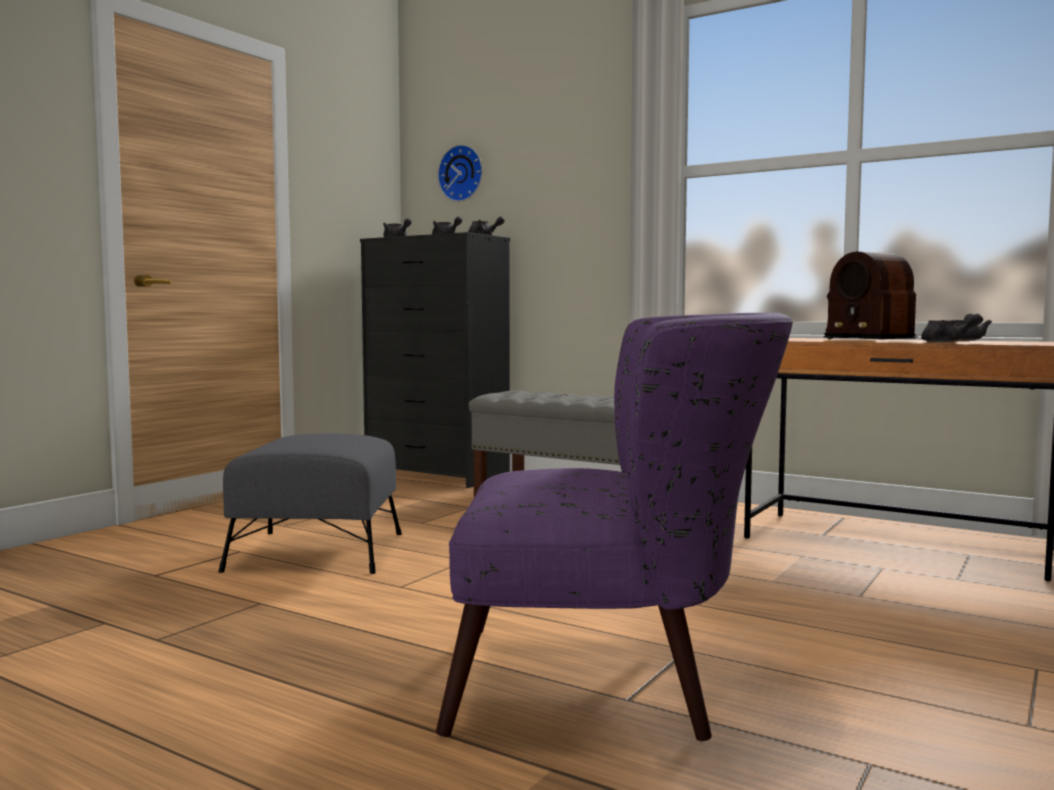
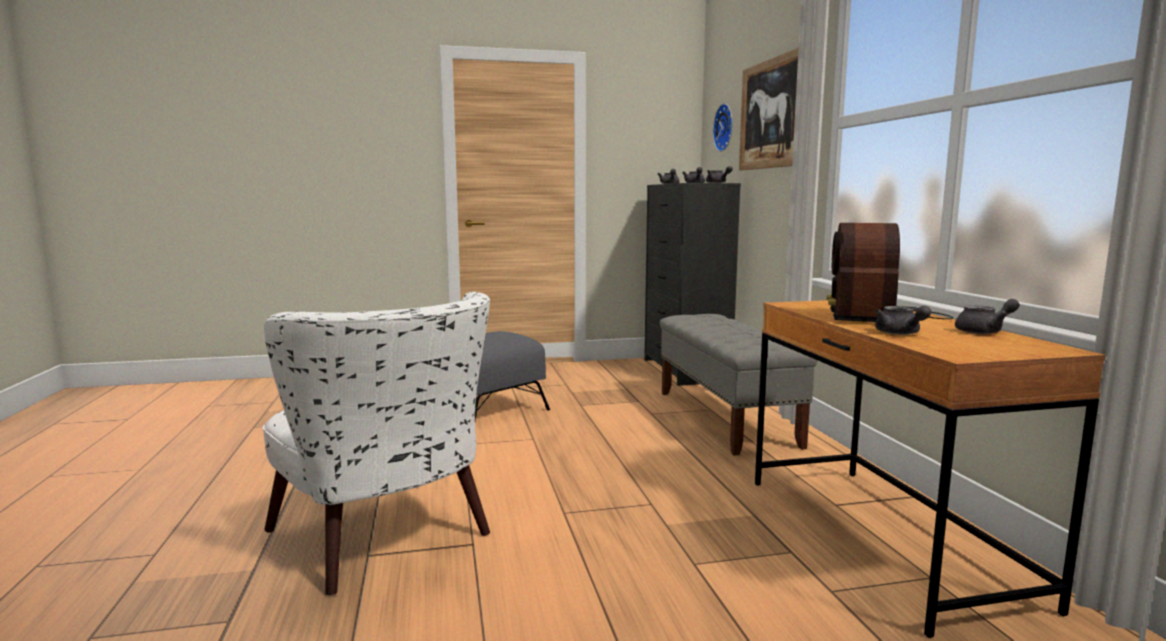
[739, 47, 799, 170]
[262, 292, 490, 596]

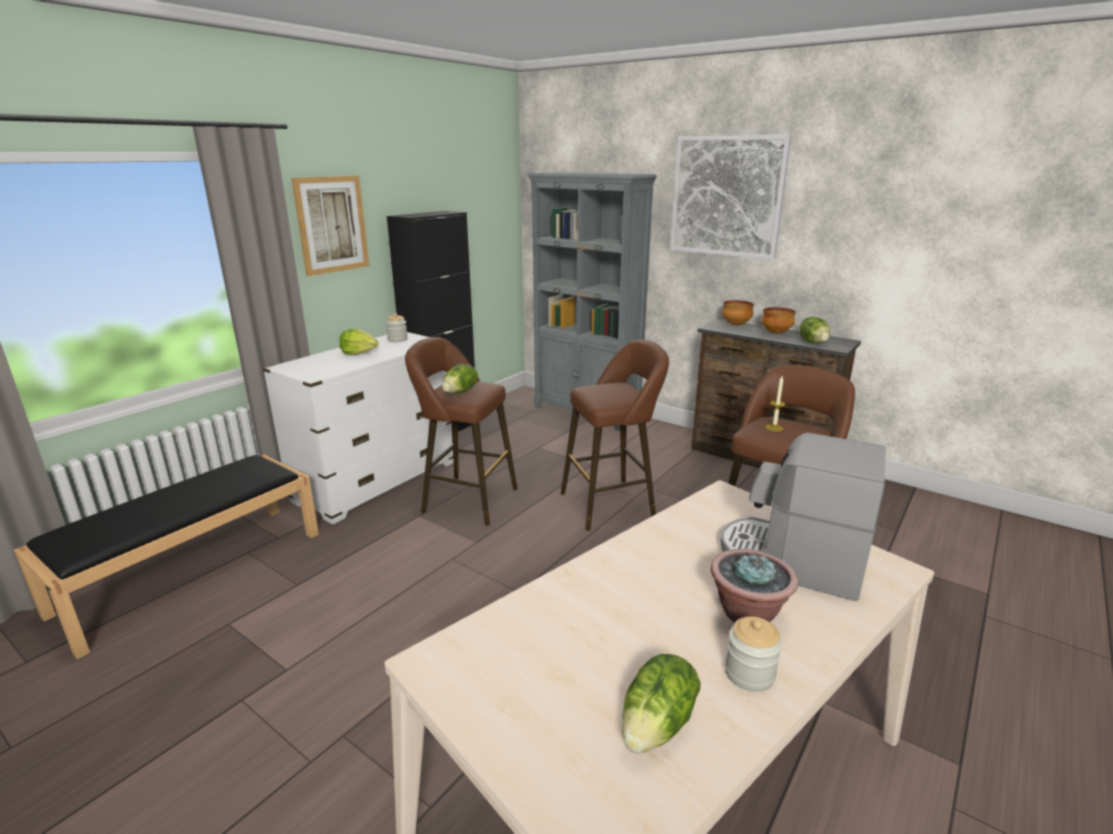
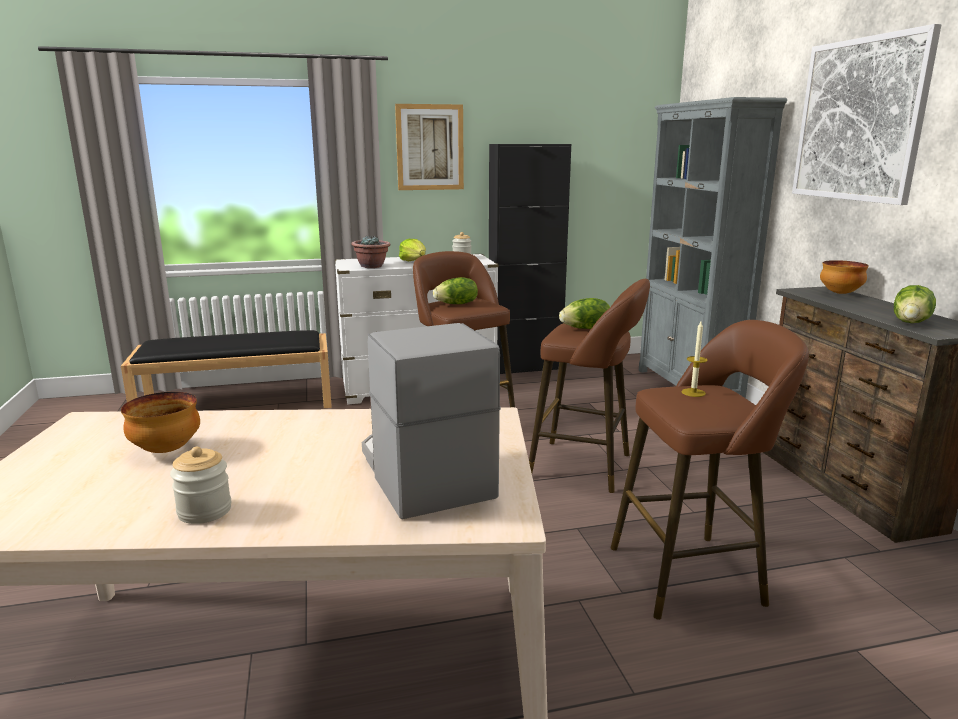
[559, 298, 610, 329]
[351, 235, 390, 268]
[121, 392, 200, 453]

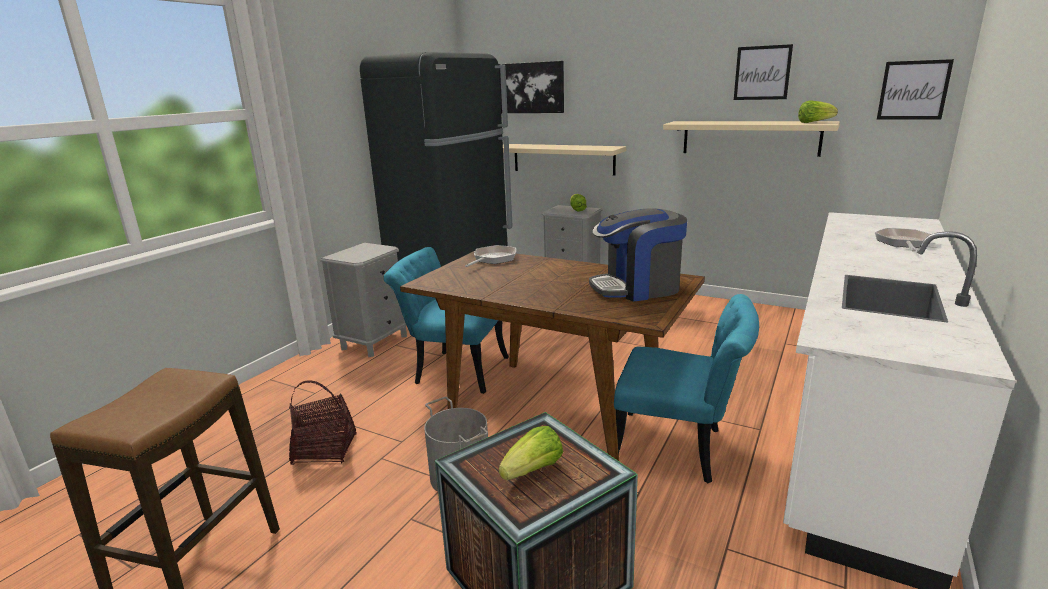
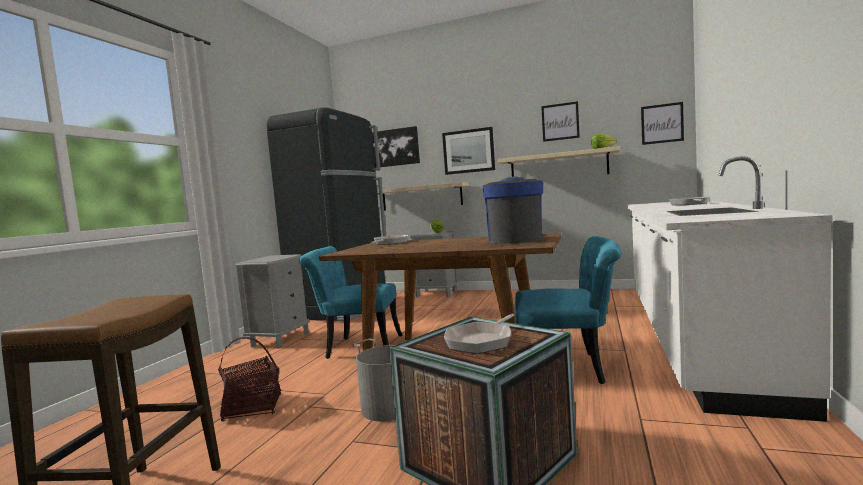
[442, 127, 495, 175]
[444, 314, 514, 354]
[483, 177, 543, 244]

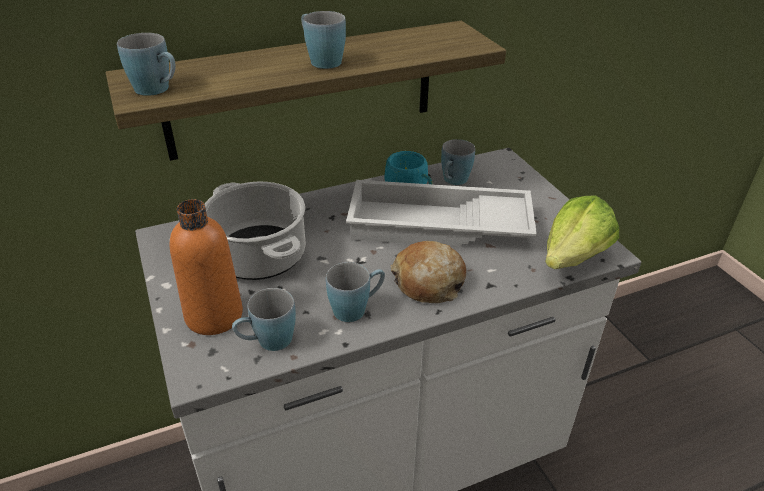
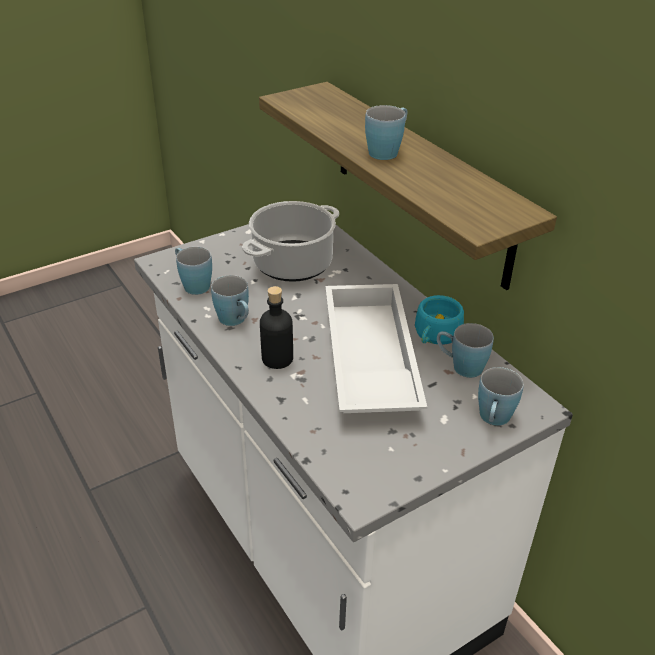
[170, 199, 243, 335] (first image)
[545, 196, 619, 269] (first image)
[478, 367, 524, 426]
[260, 286, 293, 369]

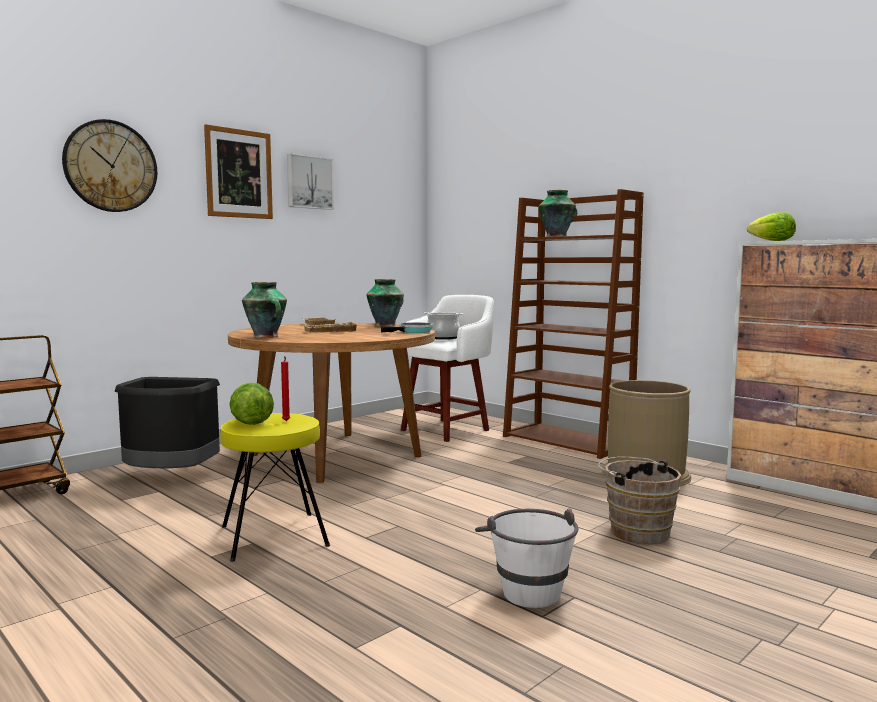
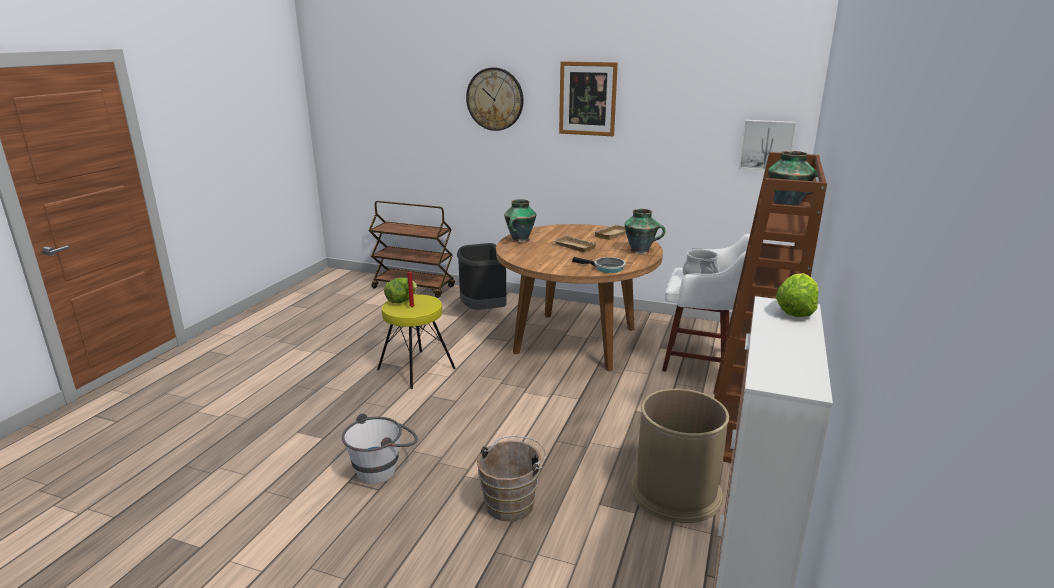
[739, 120, 796, 170]

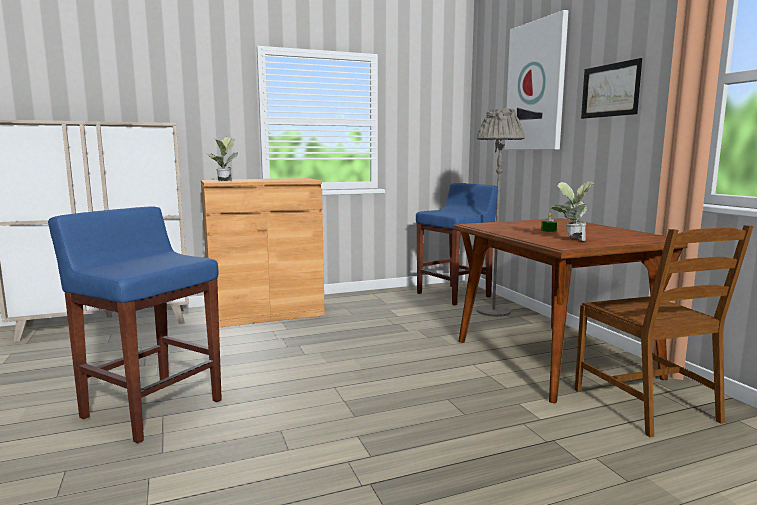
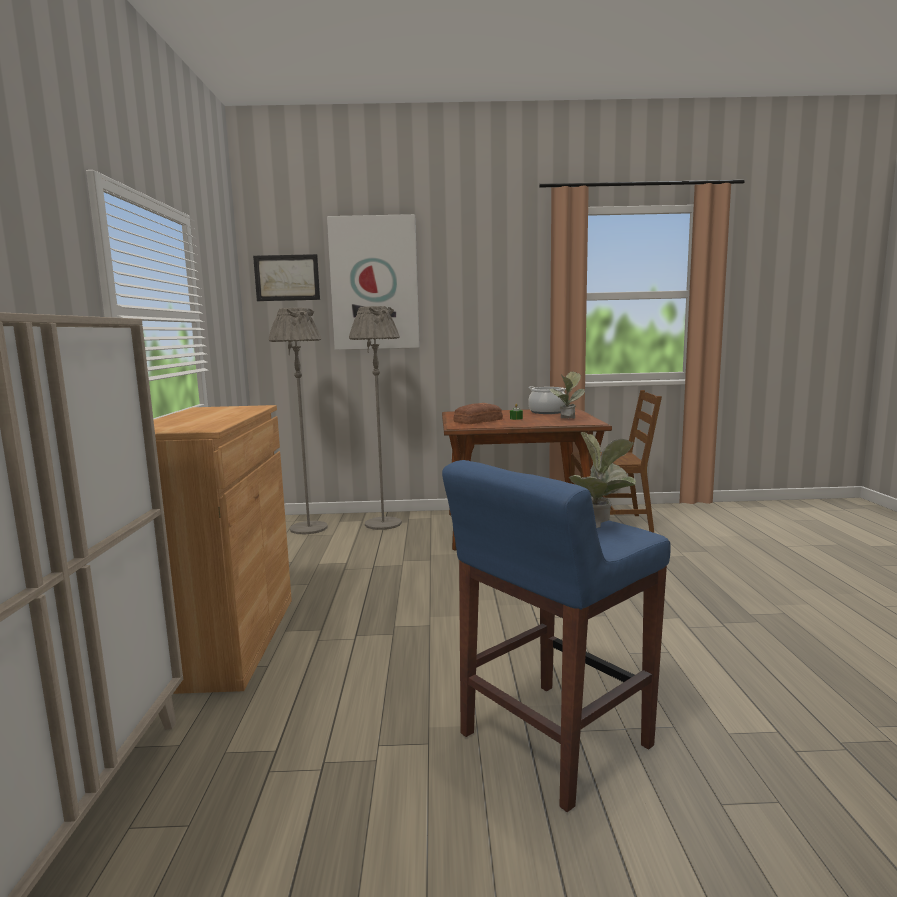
[453, 403, 503, 424]
[528, 386, 566, 414]
[569, 432, 636, 528]
[253, 254, 320, 301]
[269, 308, 328, 534]

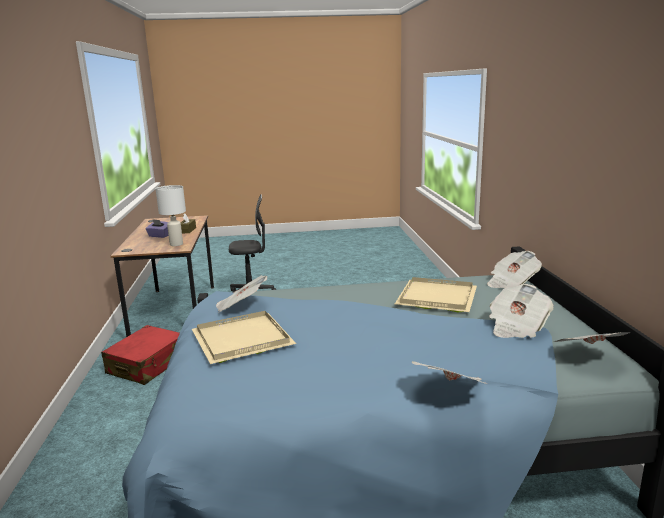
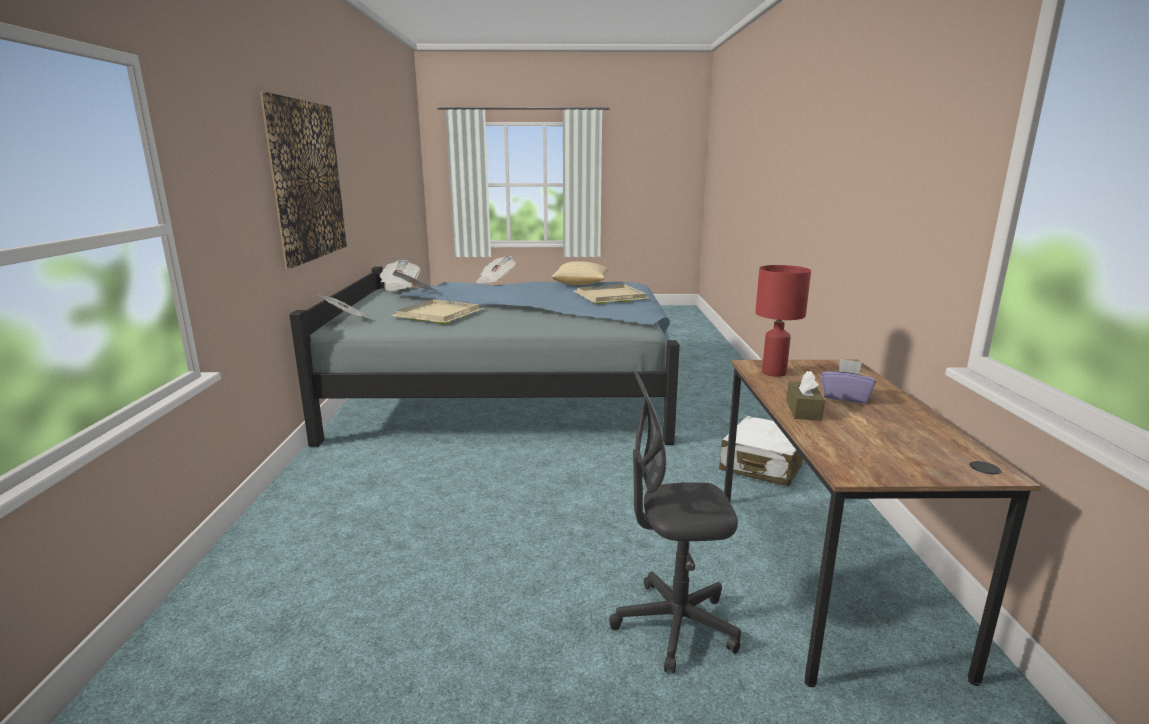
[216, 275, 267, 313] (first image)
[260, 92, 347, 268]
[552, 261, 609, 285]
[719, 416, 805, 487]
[755, 265, 811, 377]

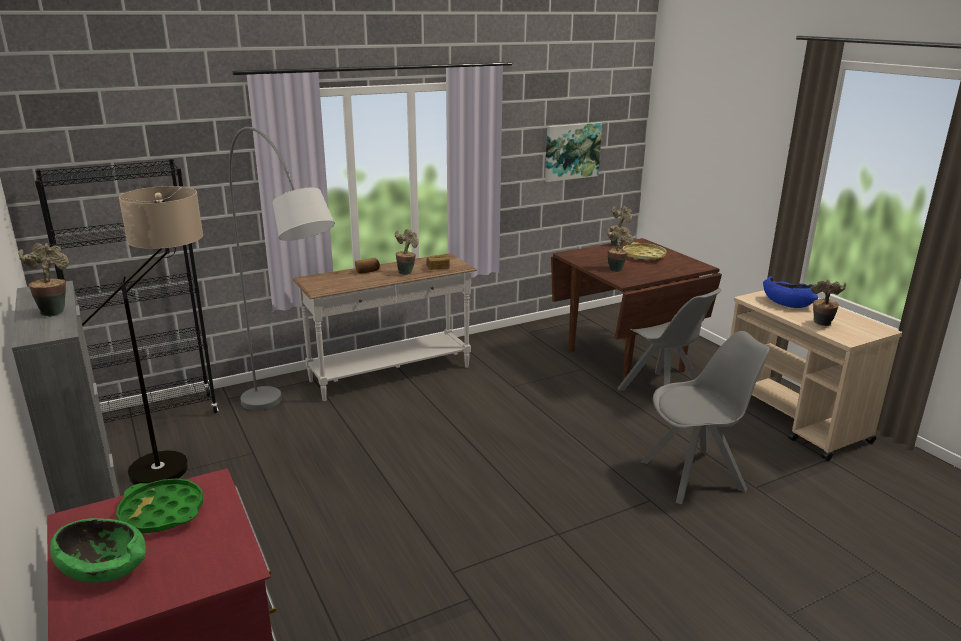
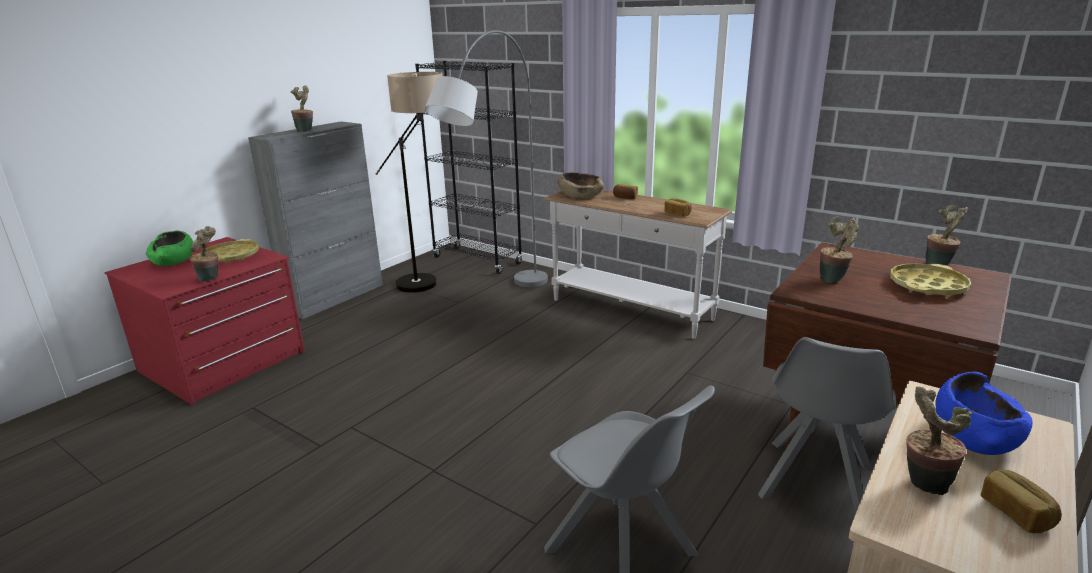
[545, 122, 602, 182] (first image)
[557, 172, 604, 198]
[981, 470, 1062, 533]
[190, 226, 218, 282]
[206, 239, 259, 263]

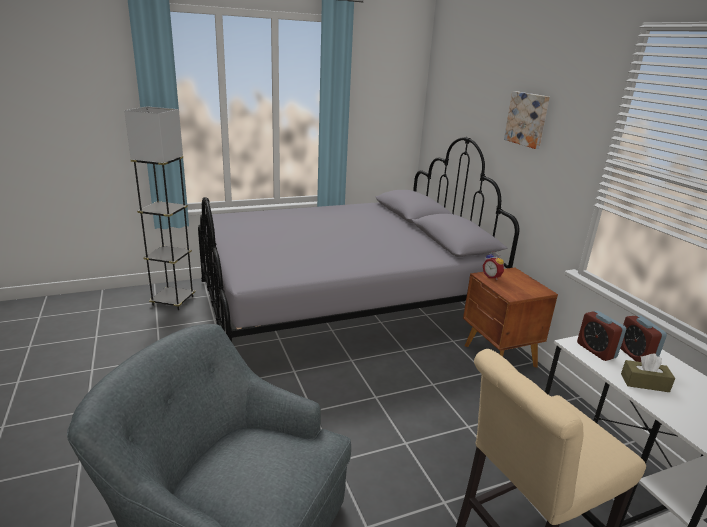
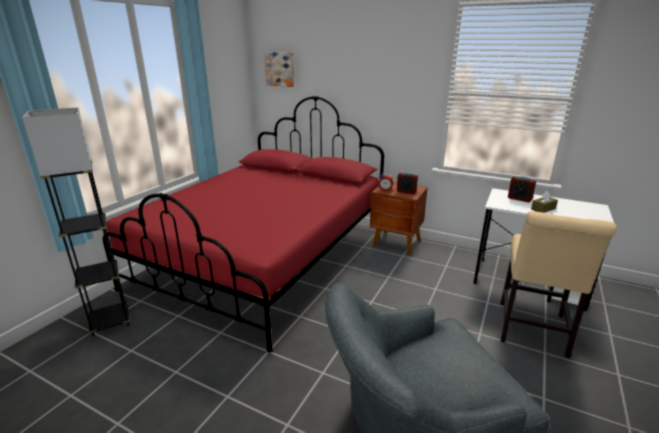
[264, 52, 294, 87]
[397, 172, 418, 194]
[103, 96, 384, 352]

